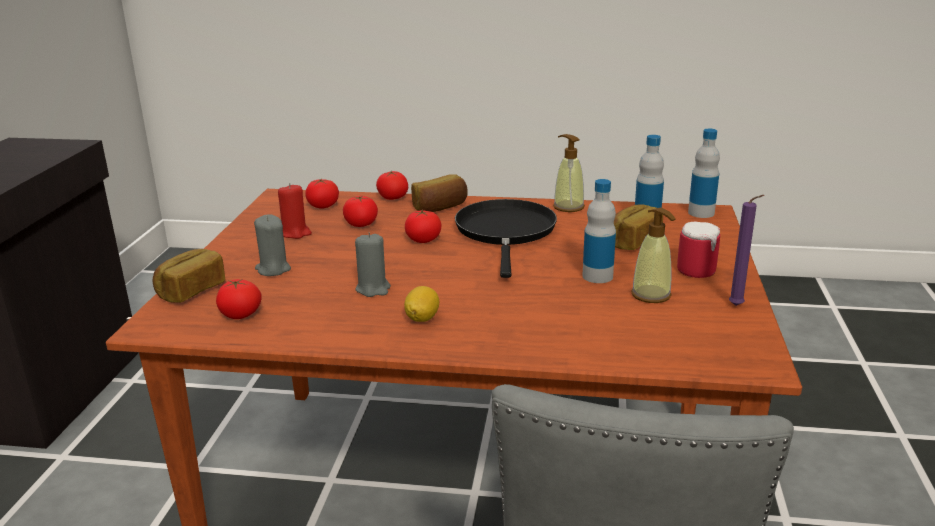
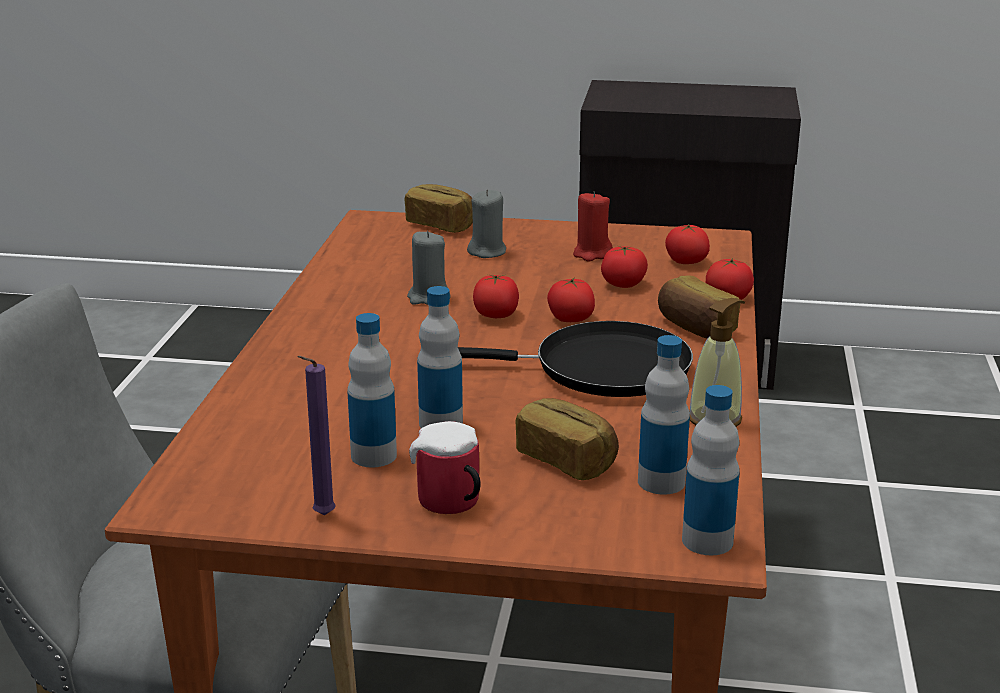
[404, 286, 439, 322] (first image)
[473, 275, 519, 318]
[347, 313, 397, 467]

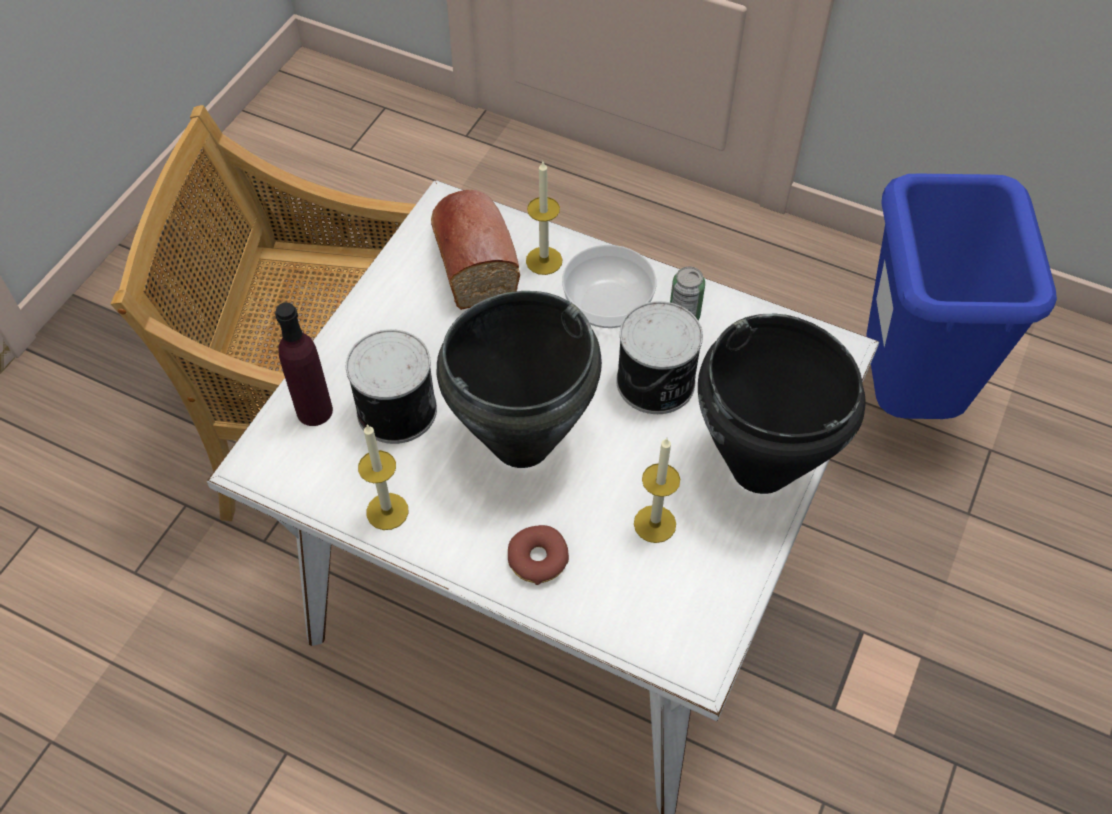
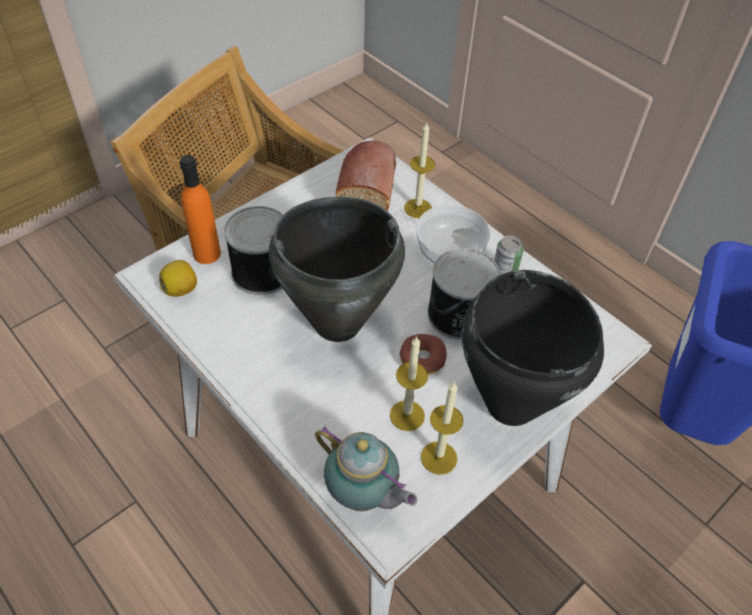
[159, 260, 197, 297]
[315, 426, 417, 511]
[421, 381, 464, 475]
[399, 334, 447, 375]
[180, 155, 221, 264]

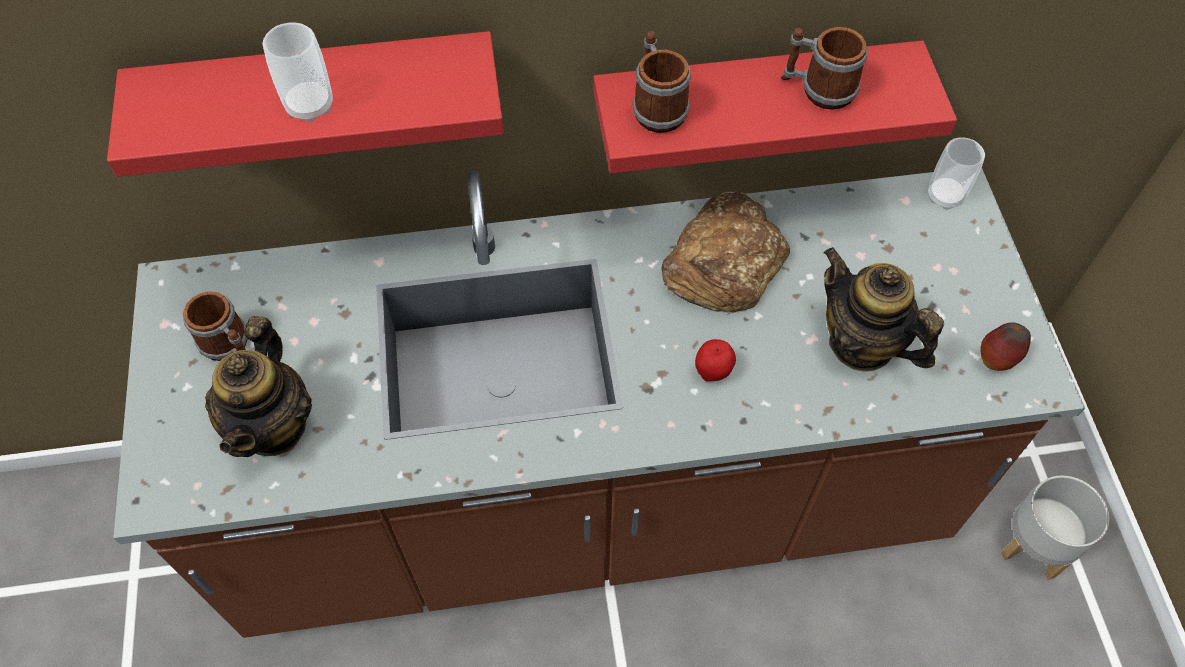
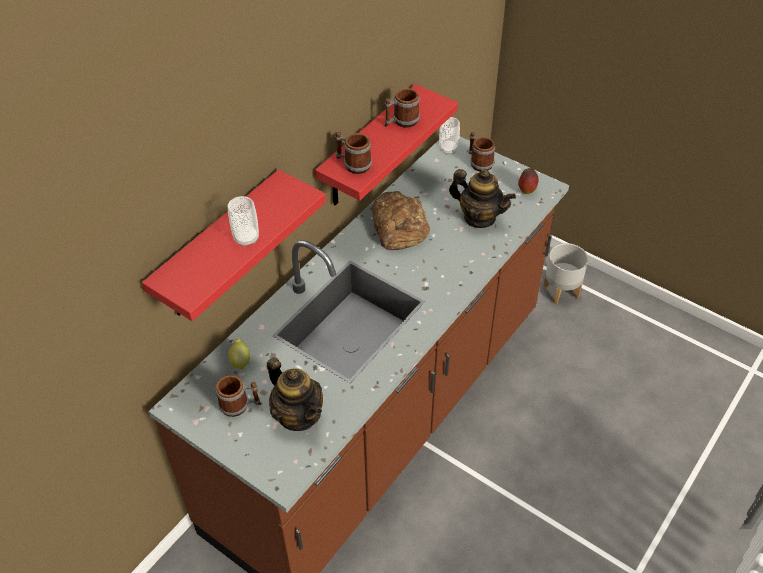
[695, 339, 736, 382] (first image)
[228, 339, 250, 370]
[468, 132, 495, 172]
[449, 169, 516, 228]

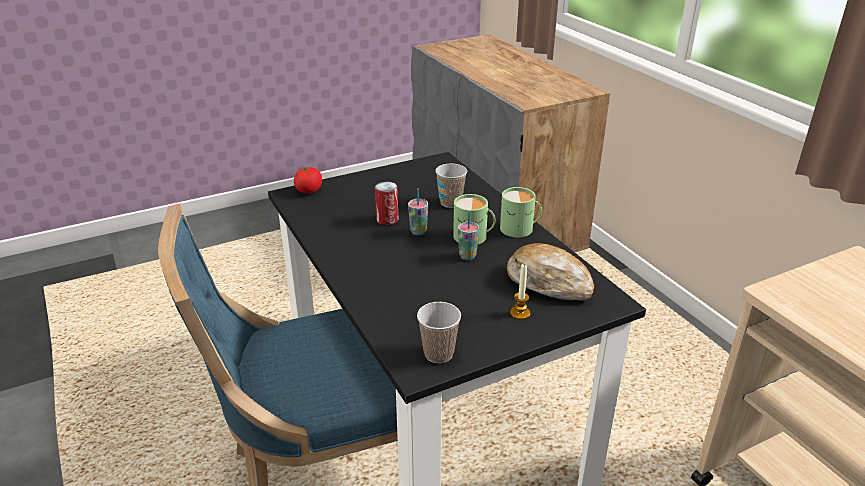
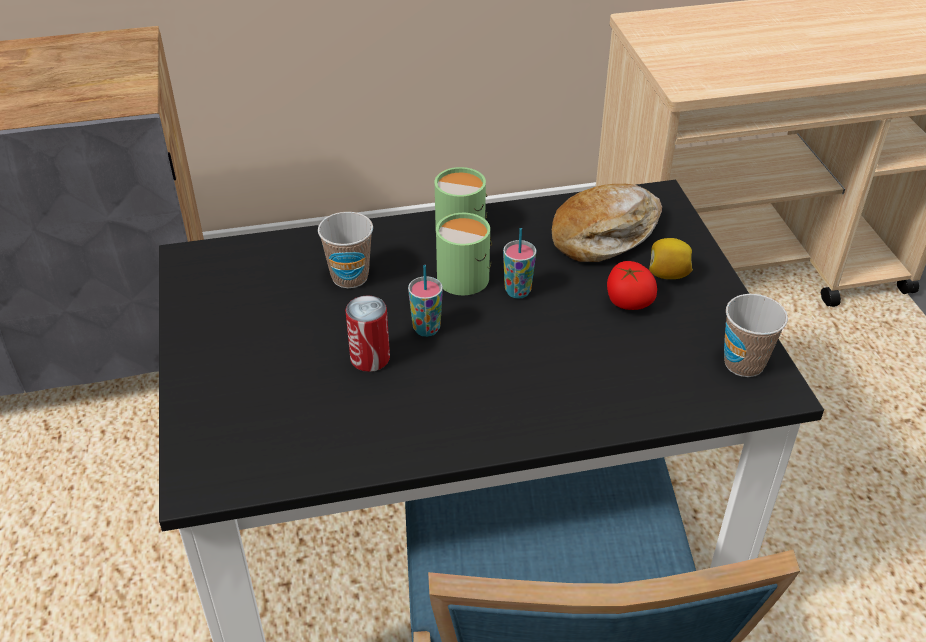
[607, 261, 657, 310]
[649, 238, 693, 279]

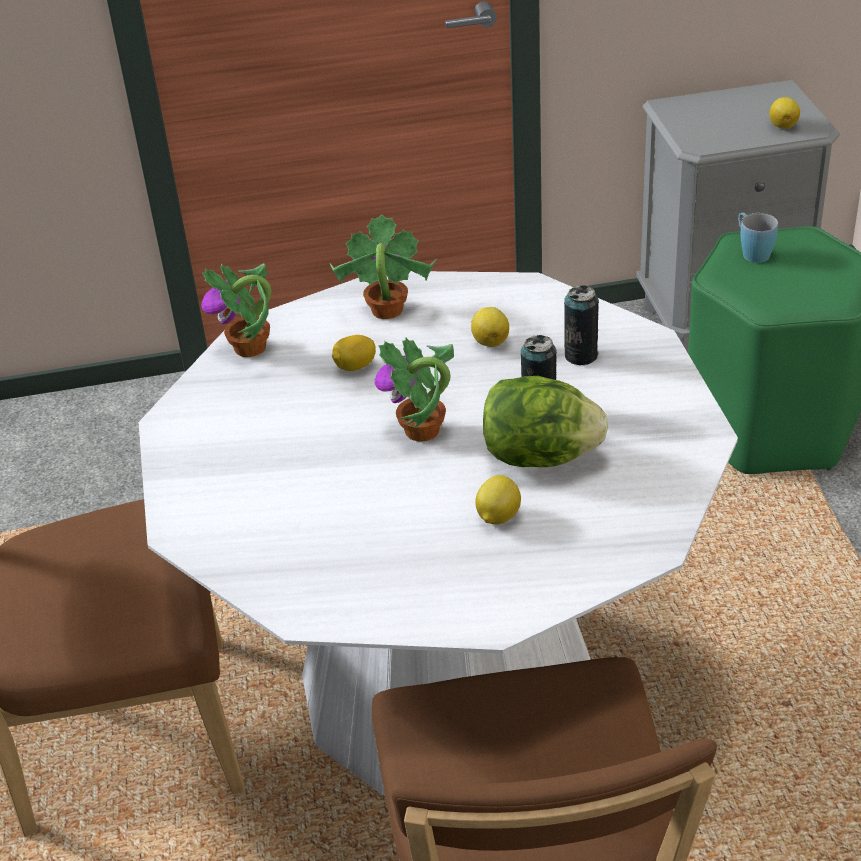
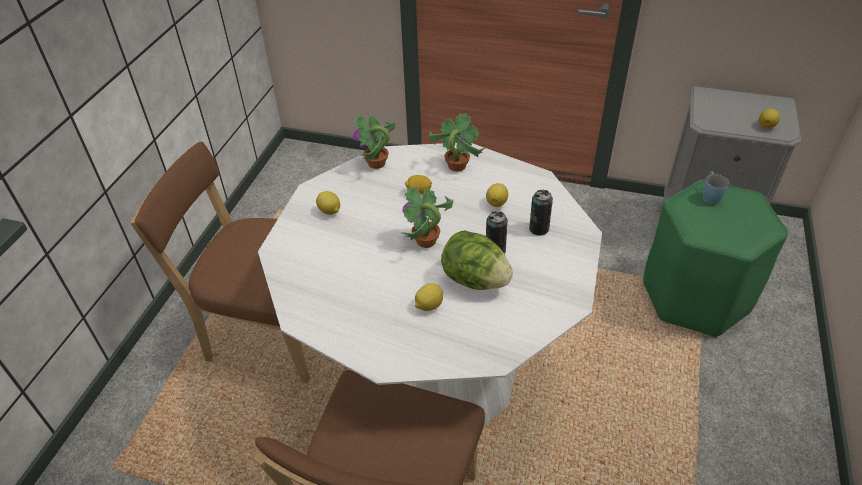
[316, 191, 340, 215]

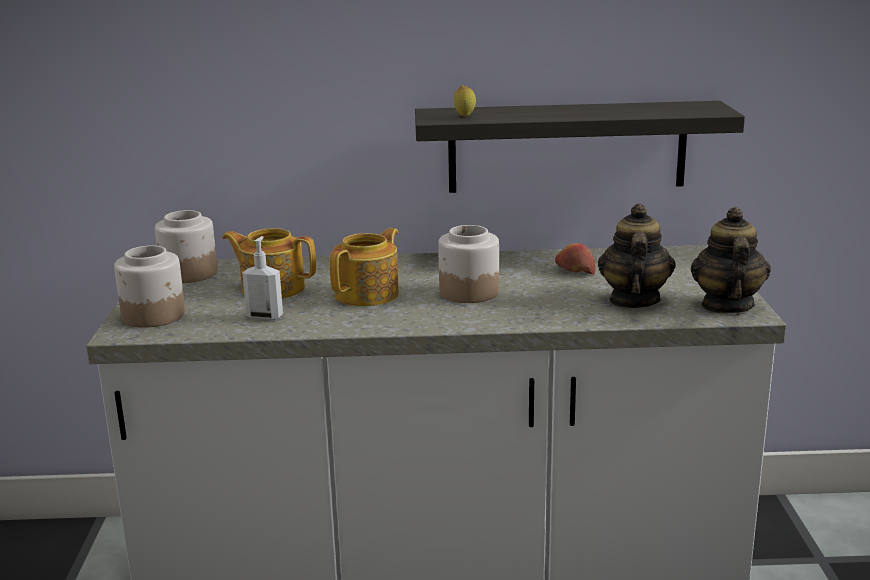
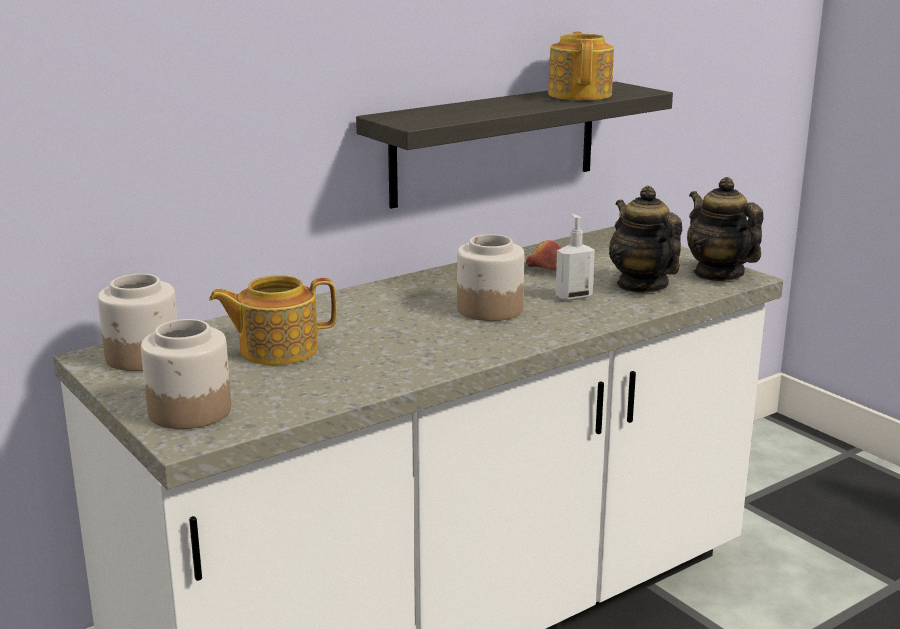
[454, 85, 476, 117] (first image)
[556, 214, 595, 301]
[548, 32, 614, 100]

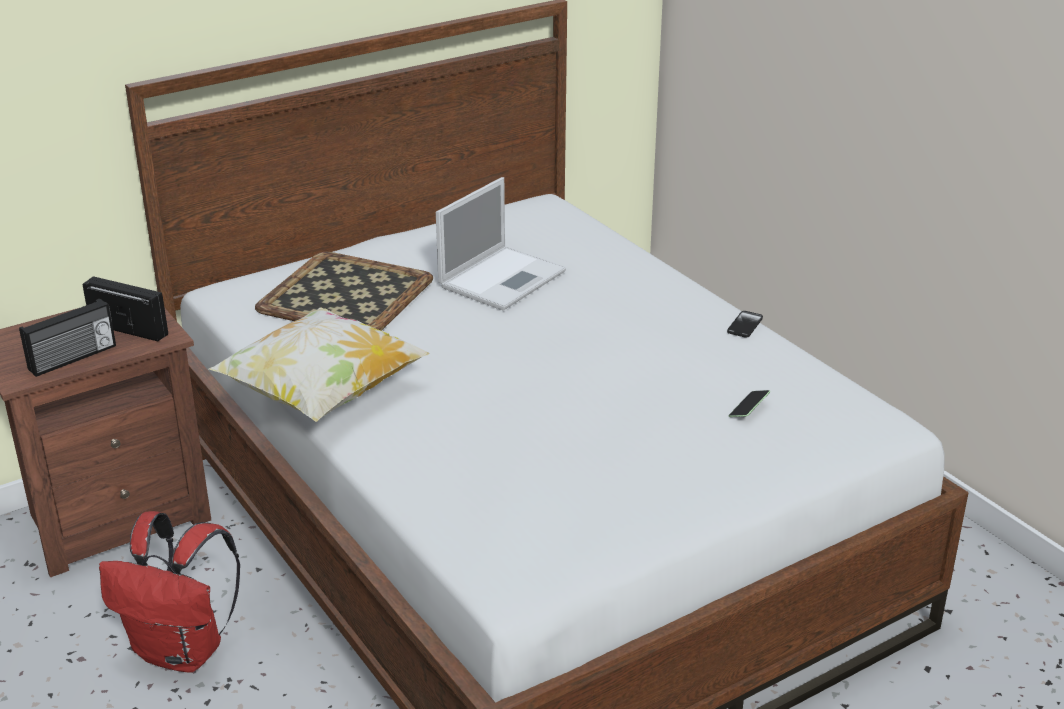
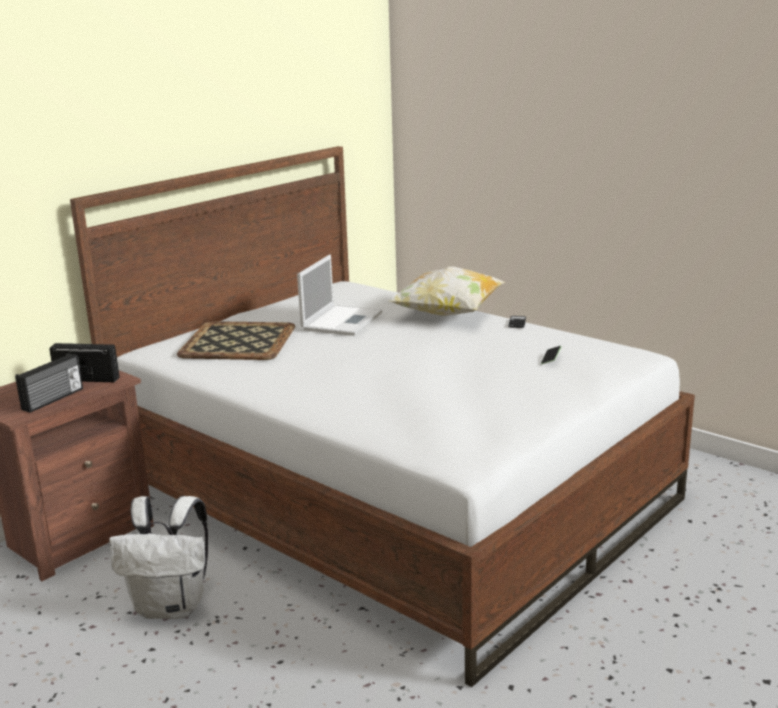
[389, 266, 505, 316]
[109, 496, 208, 619]

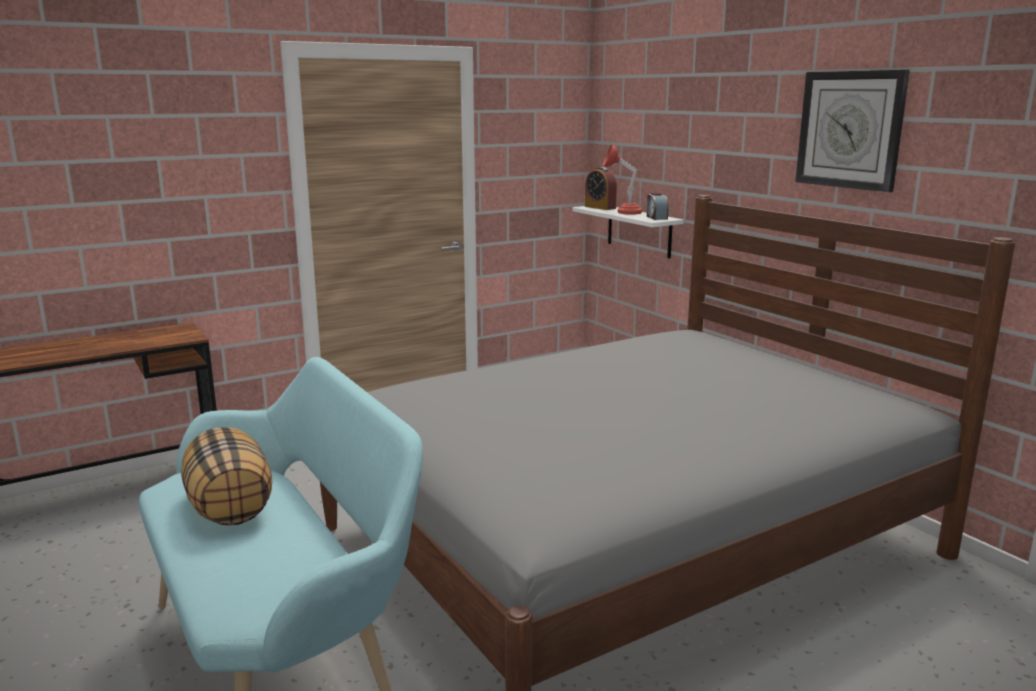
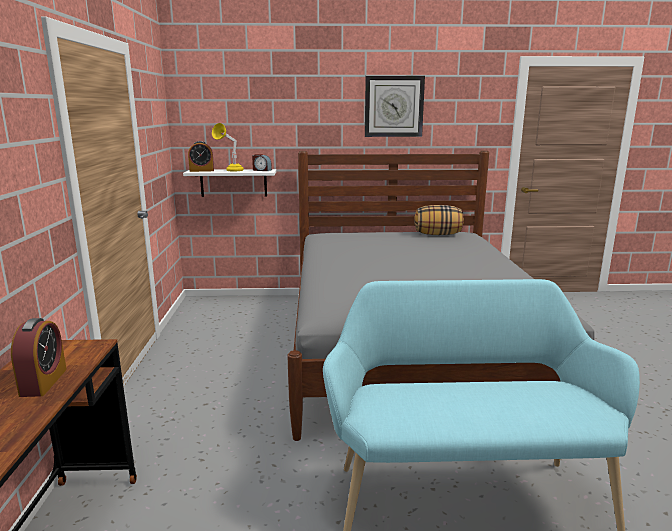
[11, 318, 67, 397]
[414, 205, 464, 235]
[212, 123, 244, 172]

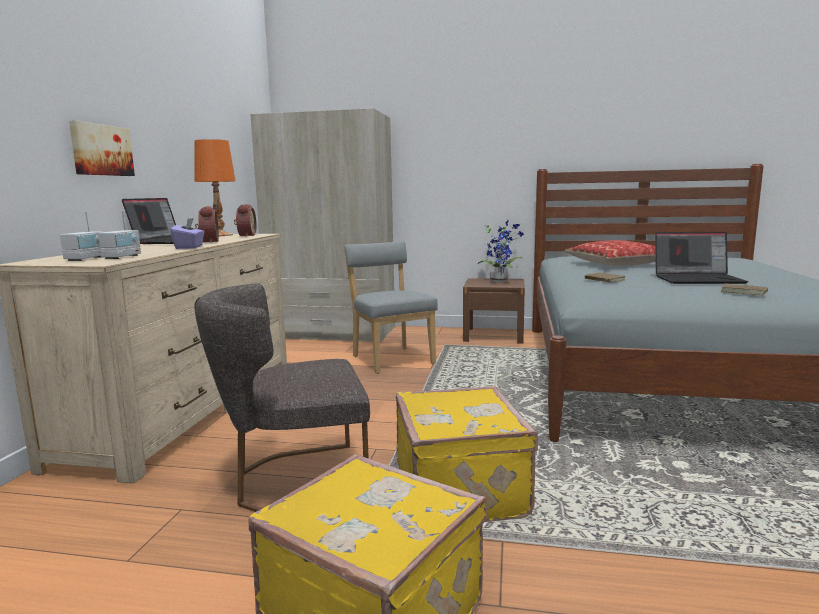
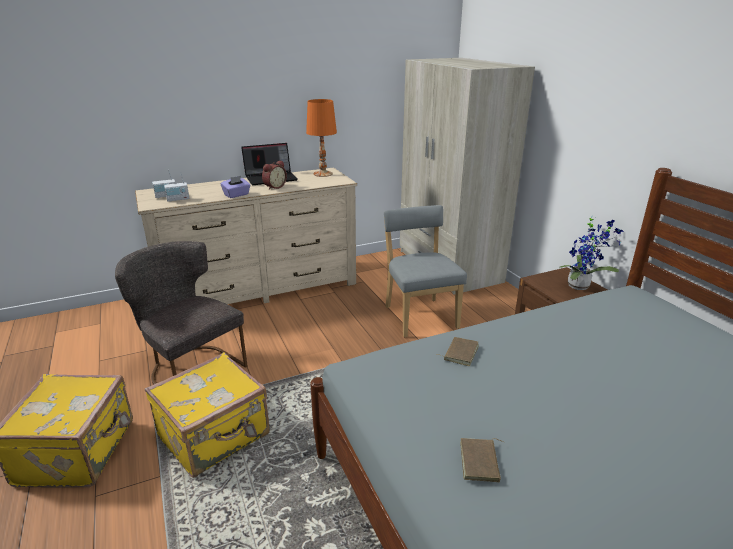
[69, 120, 135, 176] (first image)
[234, 204, 256, 237] (first image)
[564, 240, 656, 266] (first image)
[655, 232, 748, 284] (first image)
[384, 205, 467, 337]

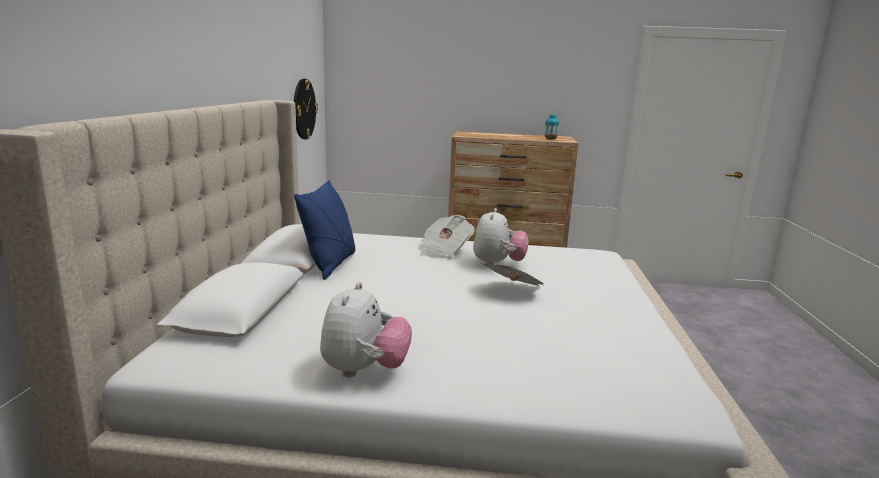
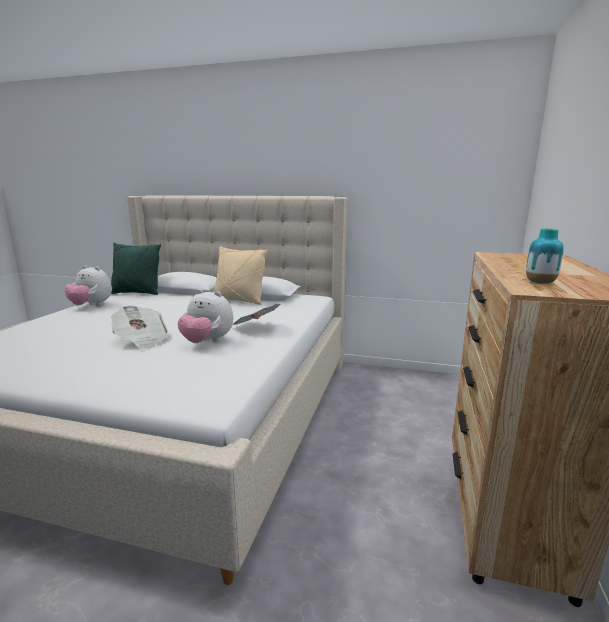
[294, 79, 318, 139] (first image)
[111, 242, 161, 295]
[214, 246, 268, 305]

